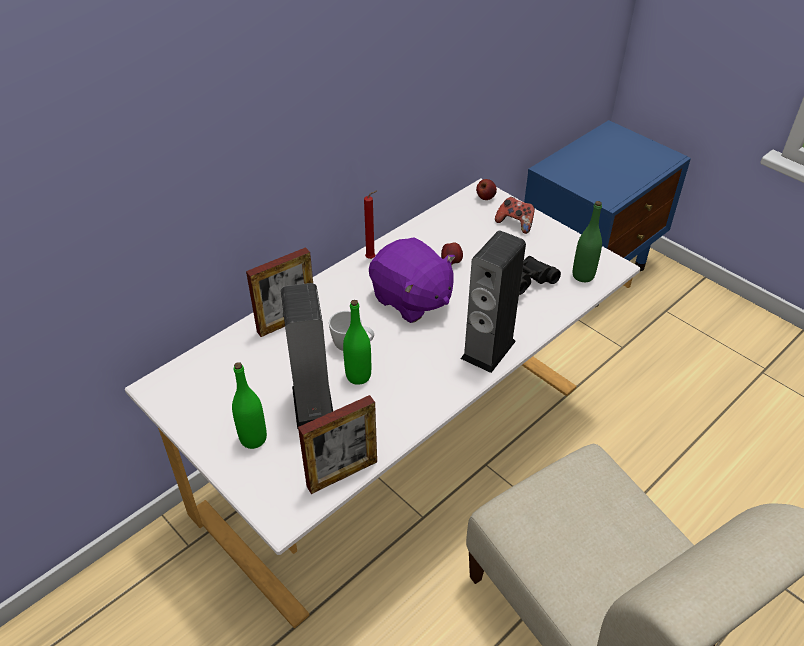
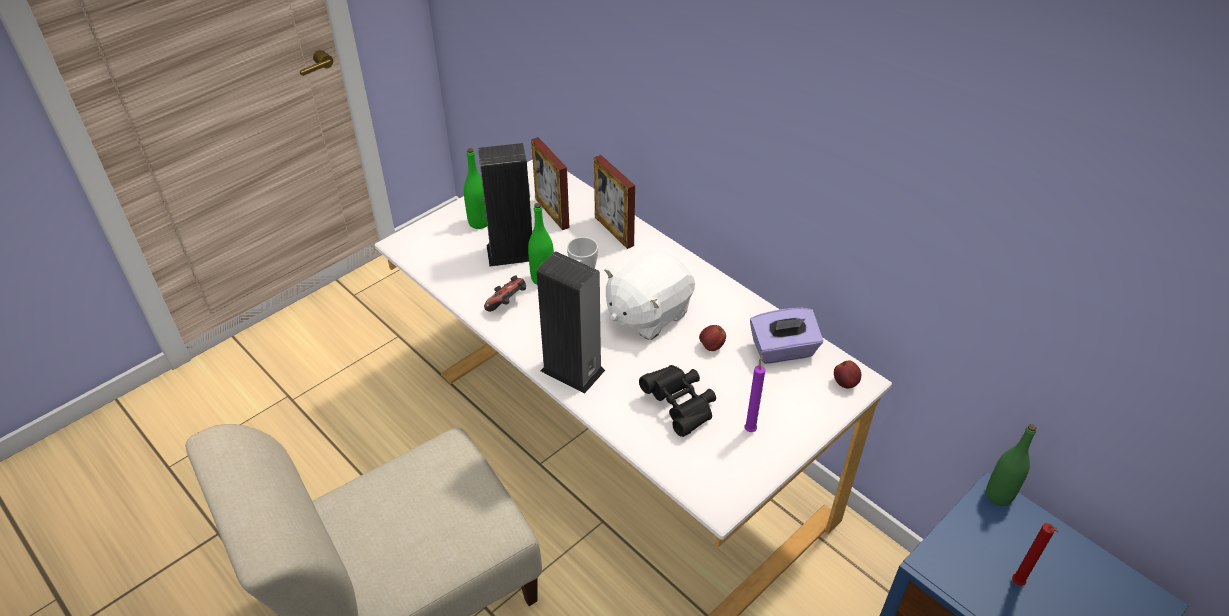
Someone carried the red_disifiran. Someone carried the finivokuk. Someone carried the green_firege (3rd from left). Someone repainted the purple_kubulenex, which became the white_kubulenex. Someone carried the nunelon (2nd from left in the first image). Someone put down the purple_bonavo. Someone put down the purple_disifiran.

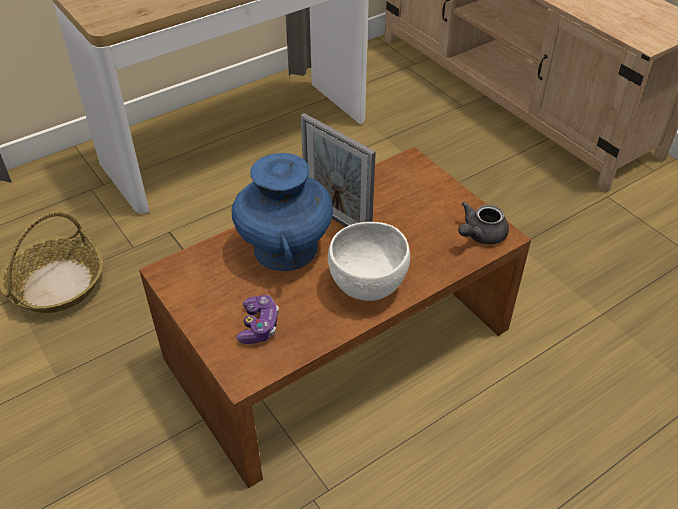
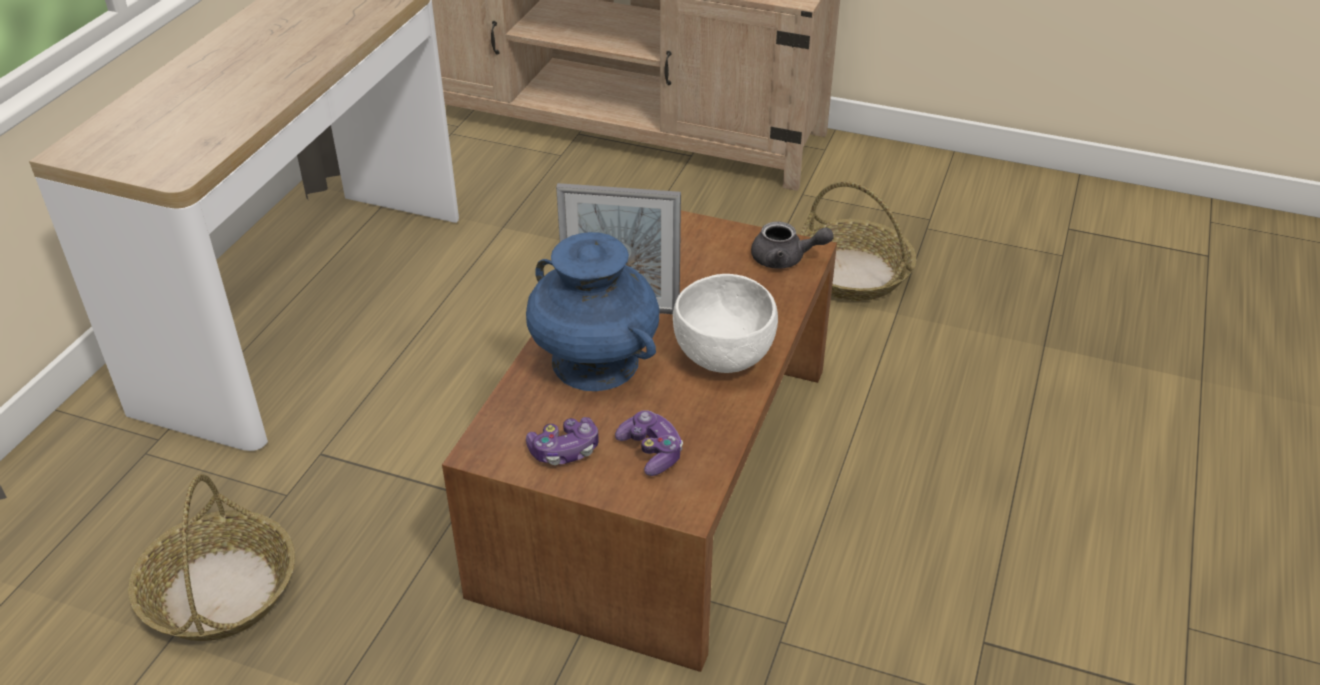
Someone rotated the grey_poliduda by 90 degrees counterclockwise. Someone put down the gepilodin (2nd from left). Someone put down the finivokuk (1st from left).

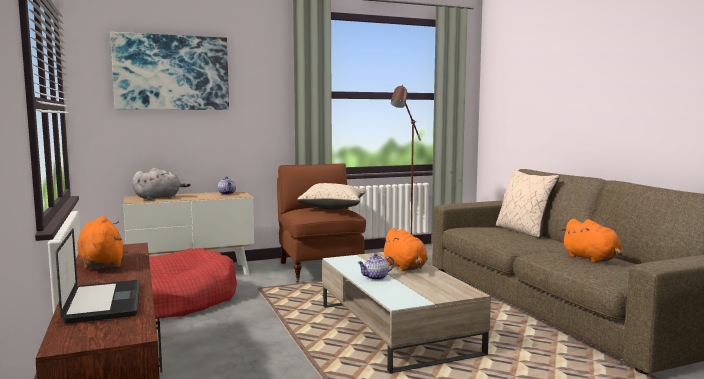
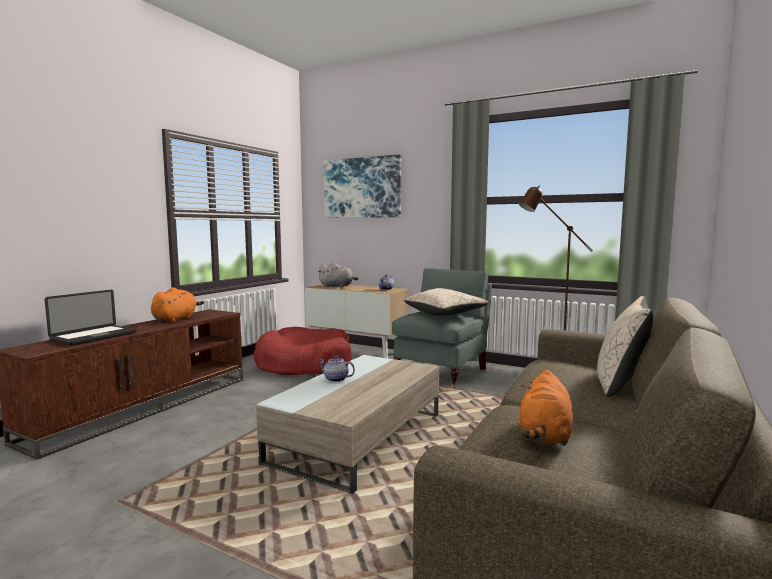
Someone repainted the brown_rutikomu, which became the grey_rutikomu. Someone took away the orange_kubulenex (2nd from left).

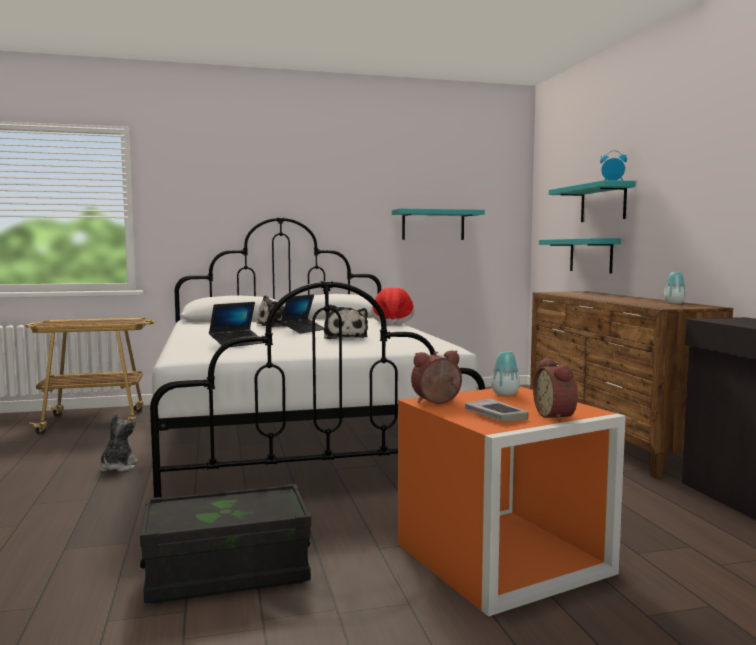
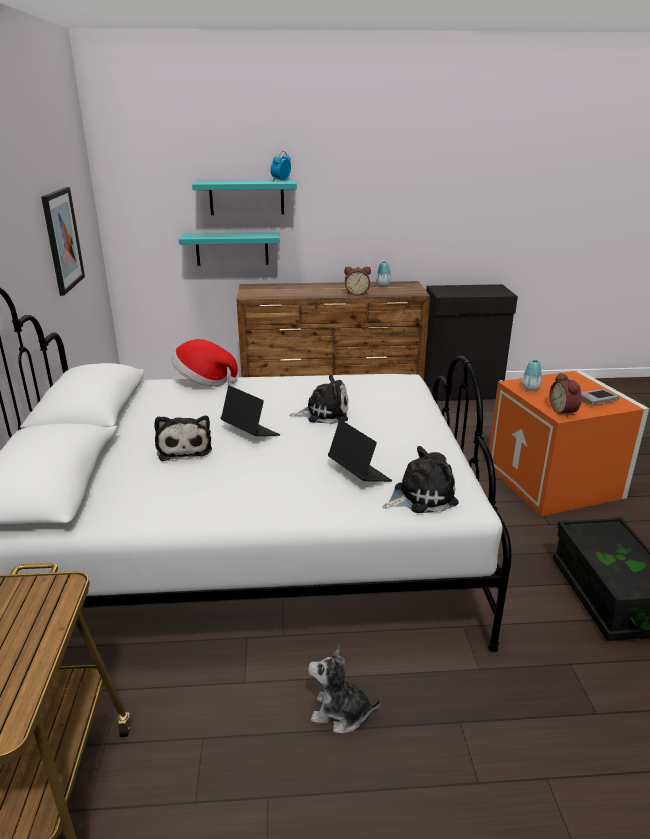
Someone swapped the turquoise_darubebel (1st from left) for the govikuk. Someone carried the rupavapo (2nd from left). Someone put down the kubulenex (4th from left).

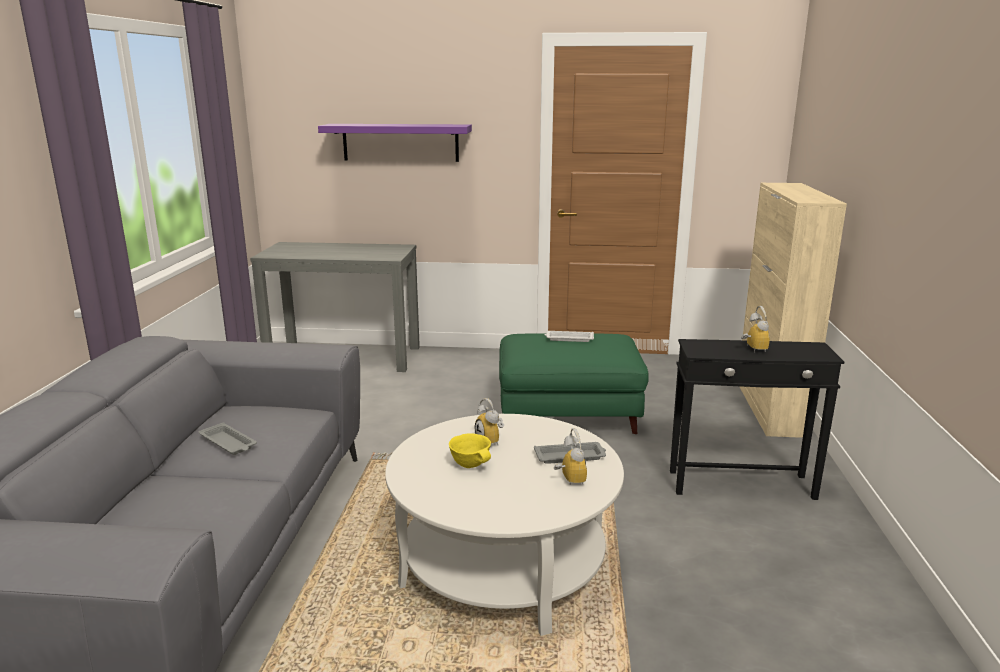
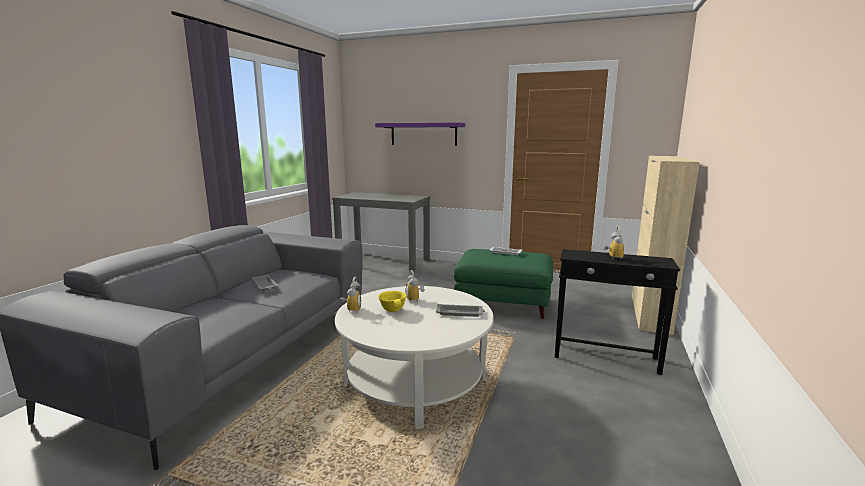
Someone carried the rupavapo (2nd from left in the first image).

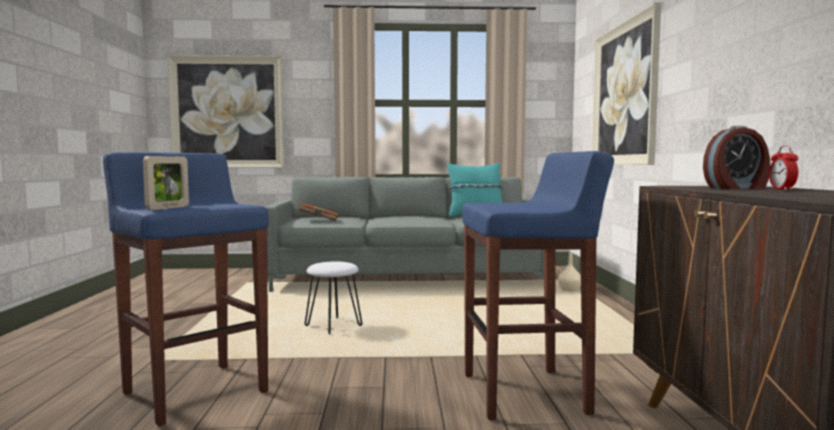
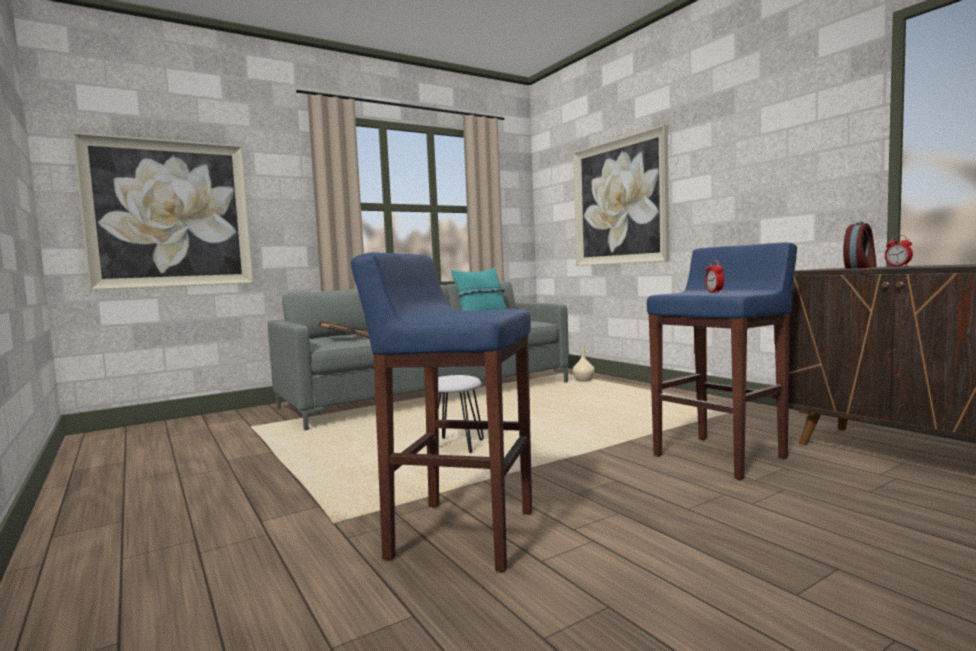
Someone took away the nunelon. Someone put down the rupavapo (1st from left).

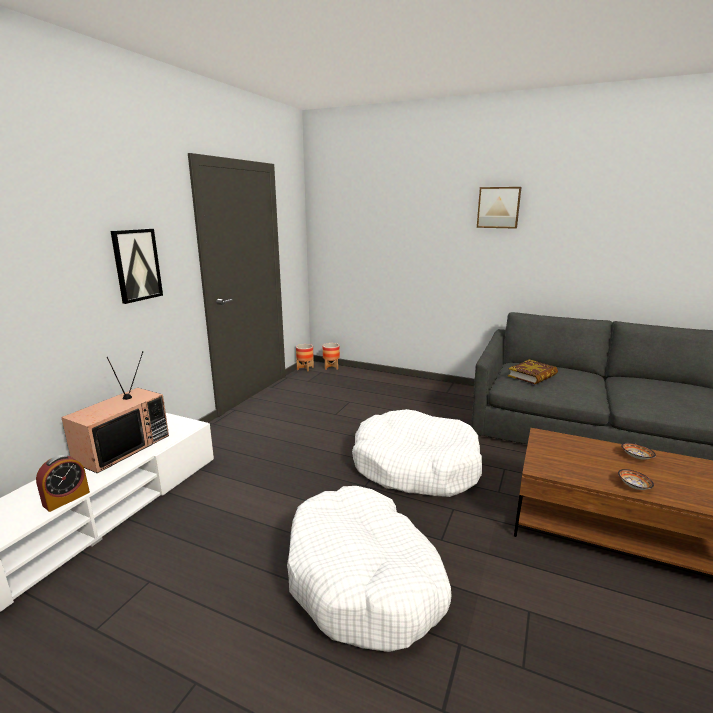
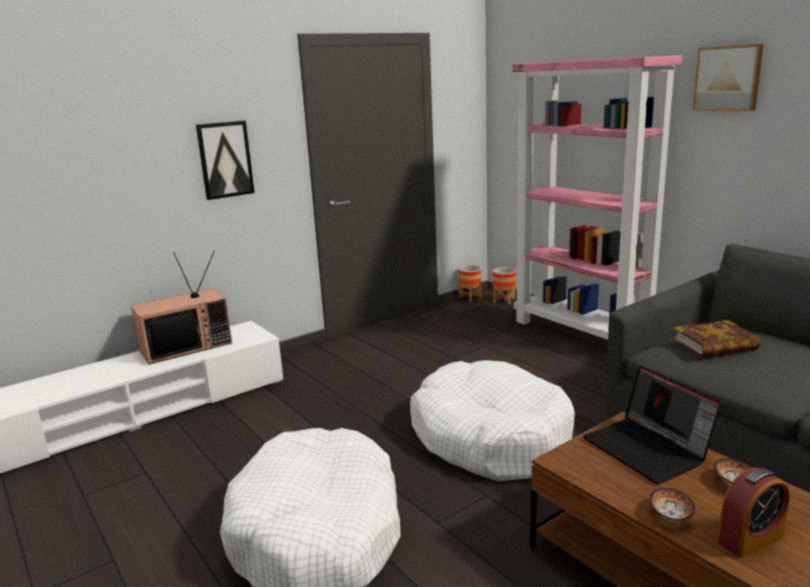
Someone carried the rupavapo. Someone put down the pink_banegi. Someone put down the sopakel.

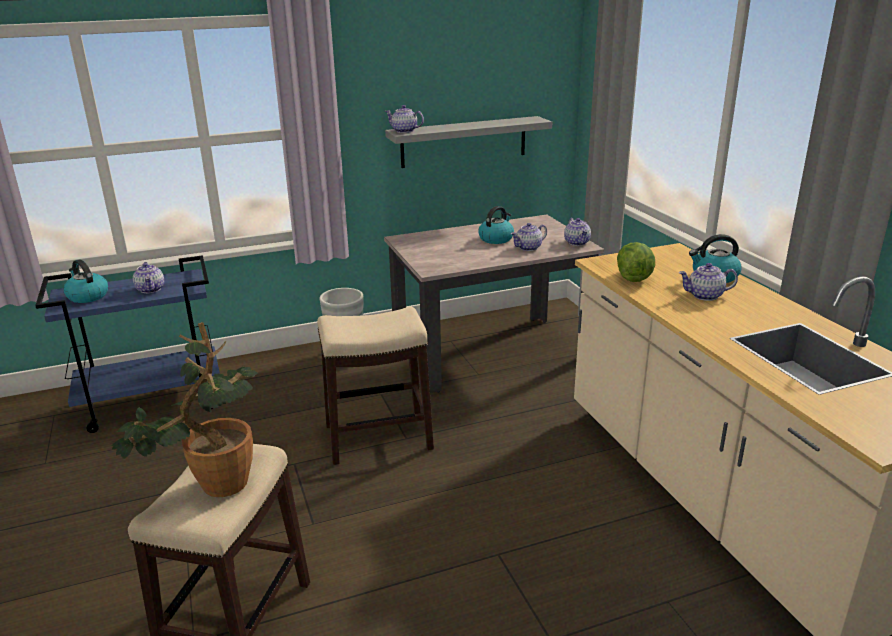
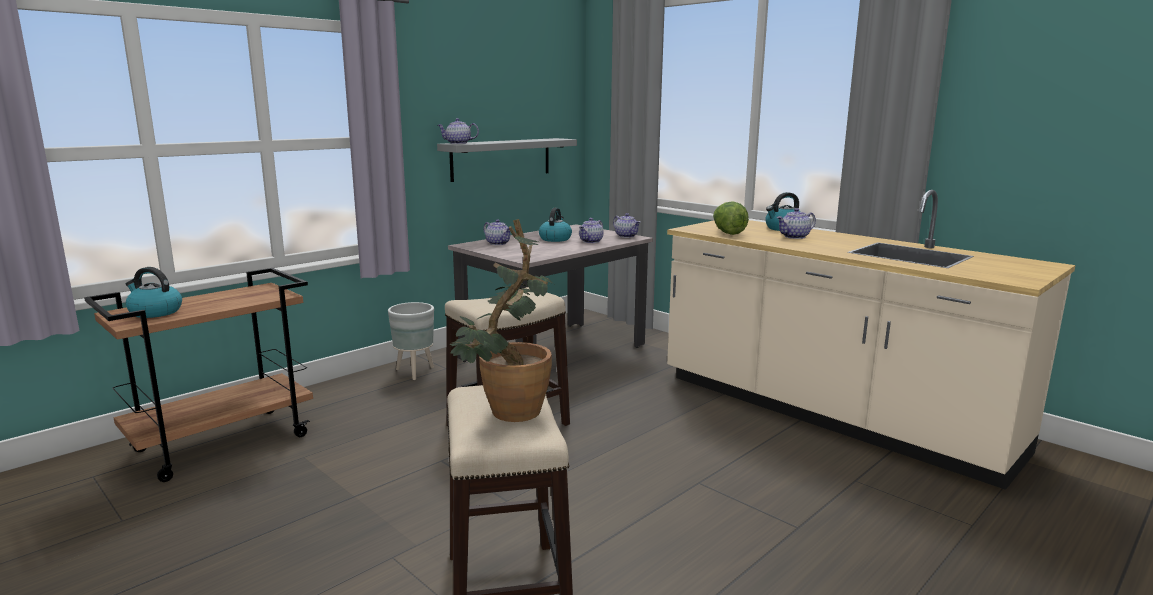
Someone repainted the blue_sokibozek, which became the brown_sokibozek. Someone carried the poliduda (1st from left in the first image).

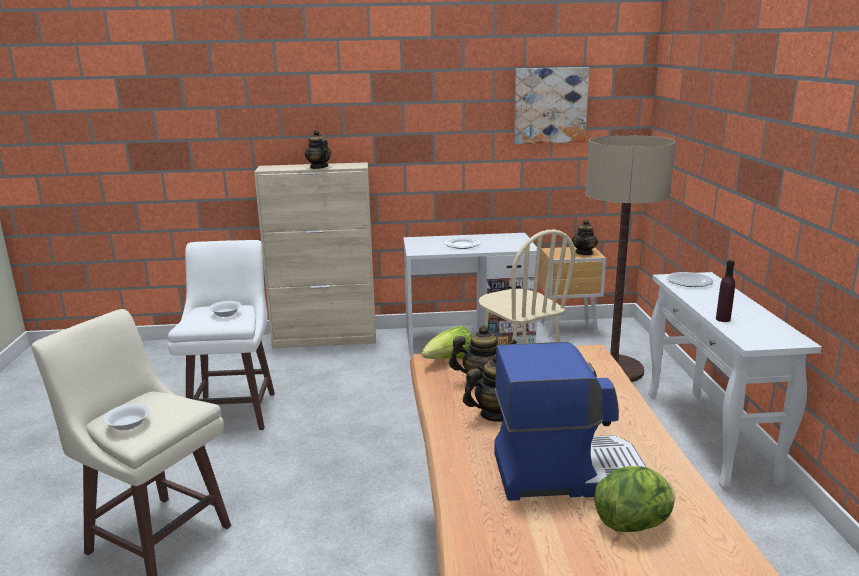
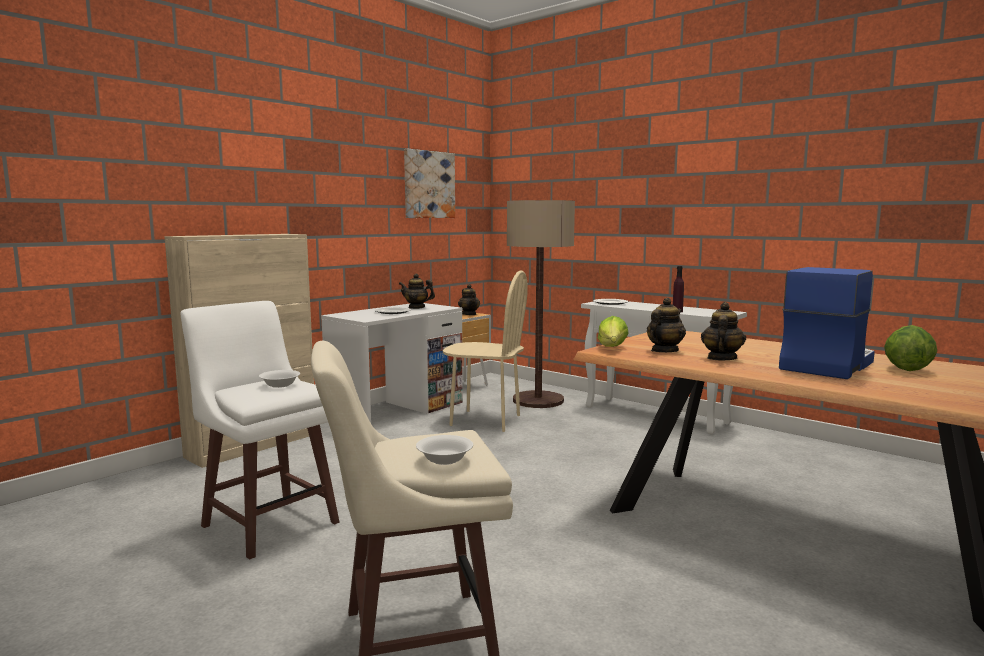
Someone carried the poliduda (1st from left).

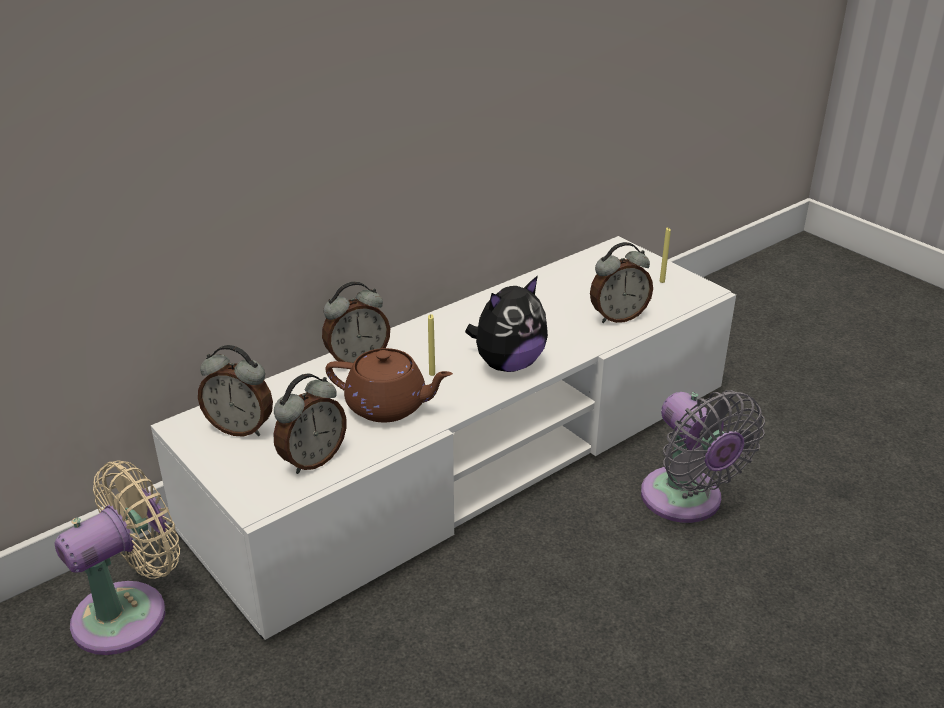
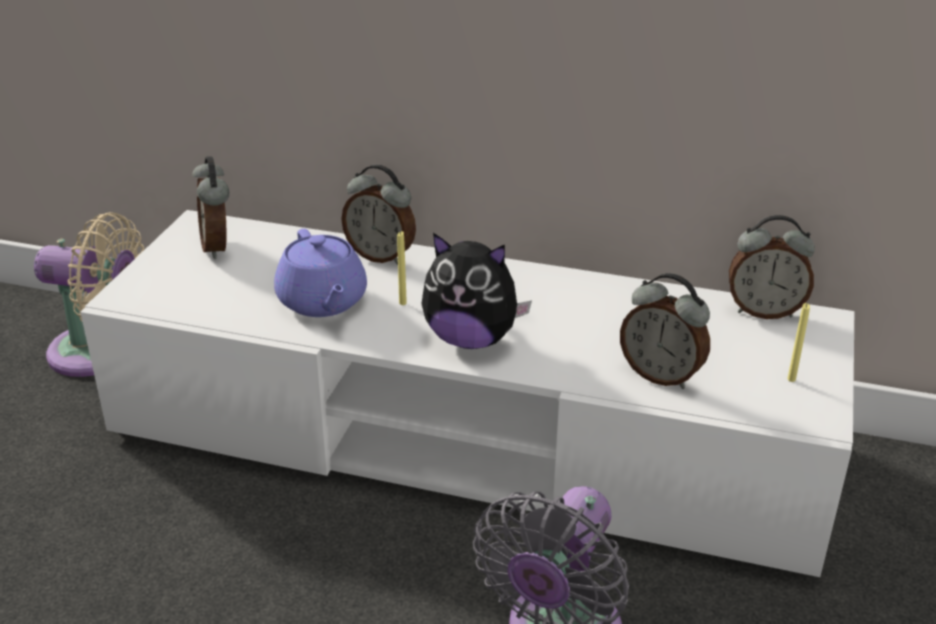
Someone repainted the brown_poliduda, which became the purple_poliduda. Someone carried the rupavapo (2nd from left in the first image).

